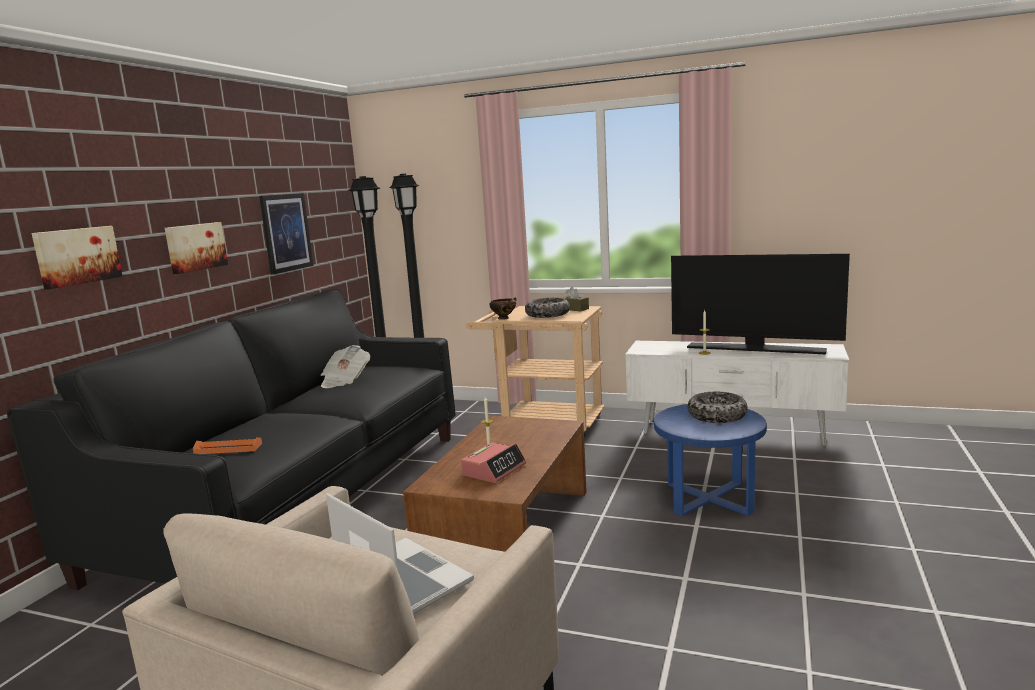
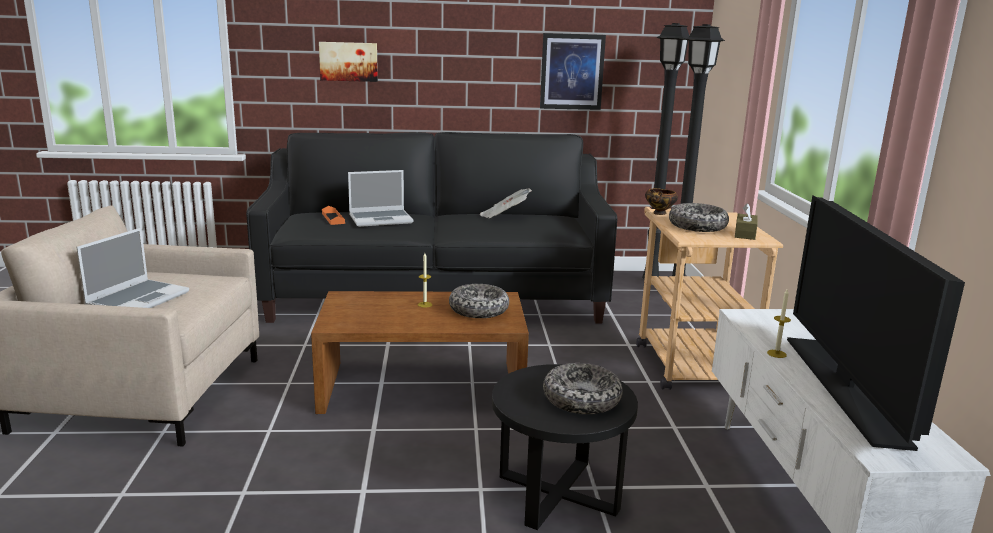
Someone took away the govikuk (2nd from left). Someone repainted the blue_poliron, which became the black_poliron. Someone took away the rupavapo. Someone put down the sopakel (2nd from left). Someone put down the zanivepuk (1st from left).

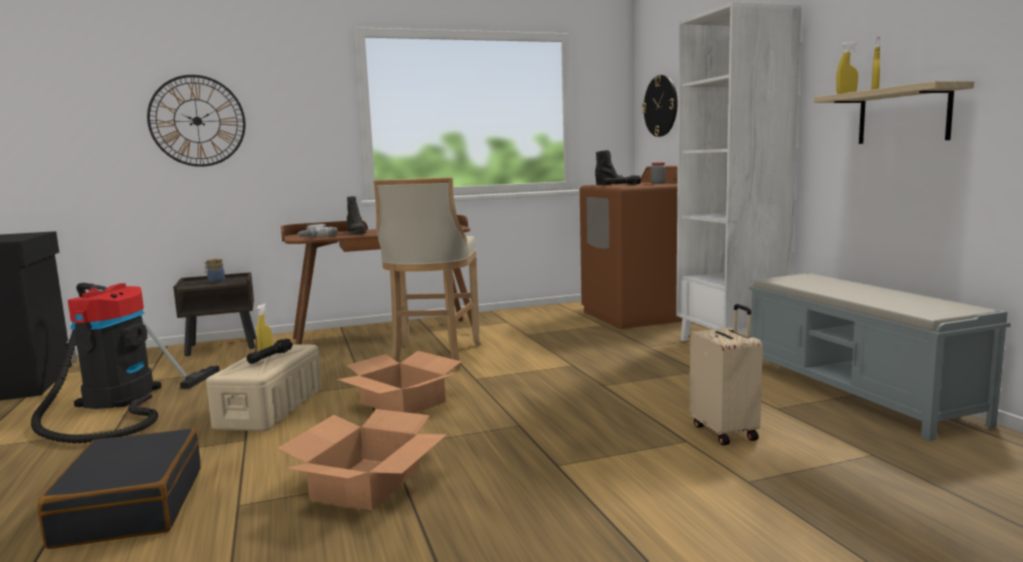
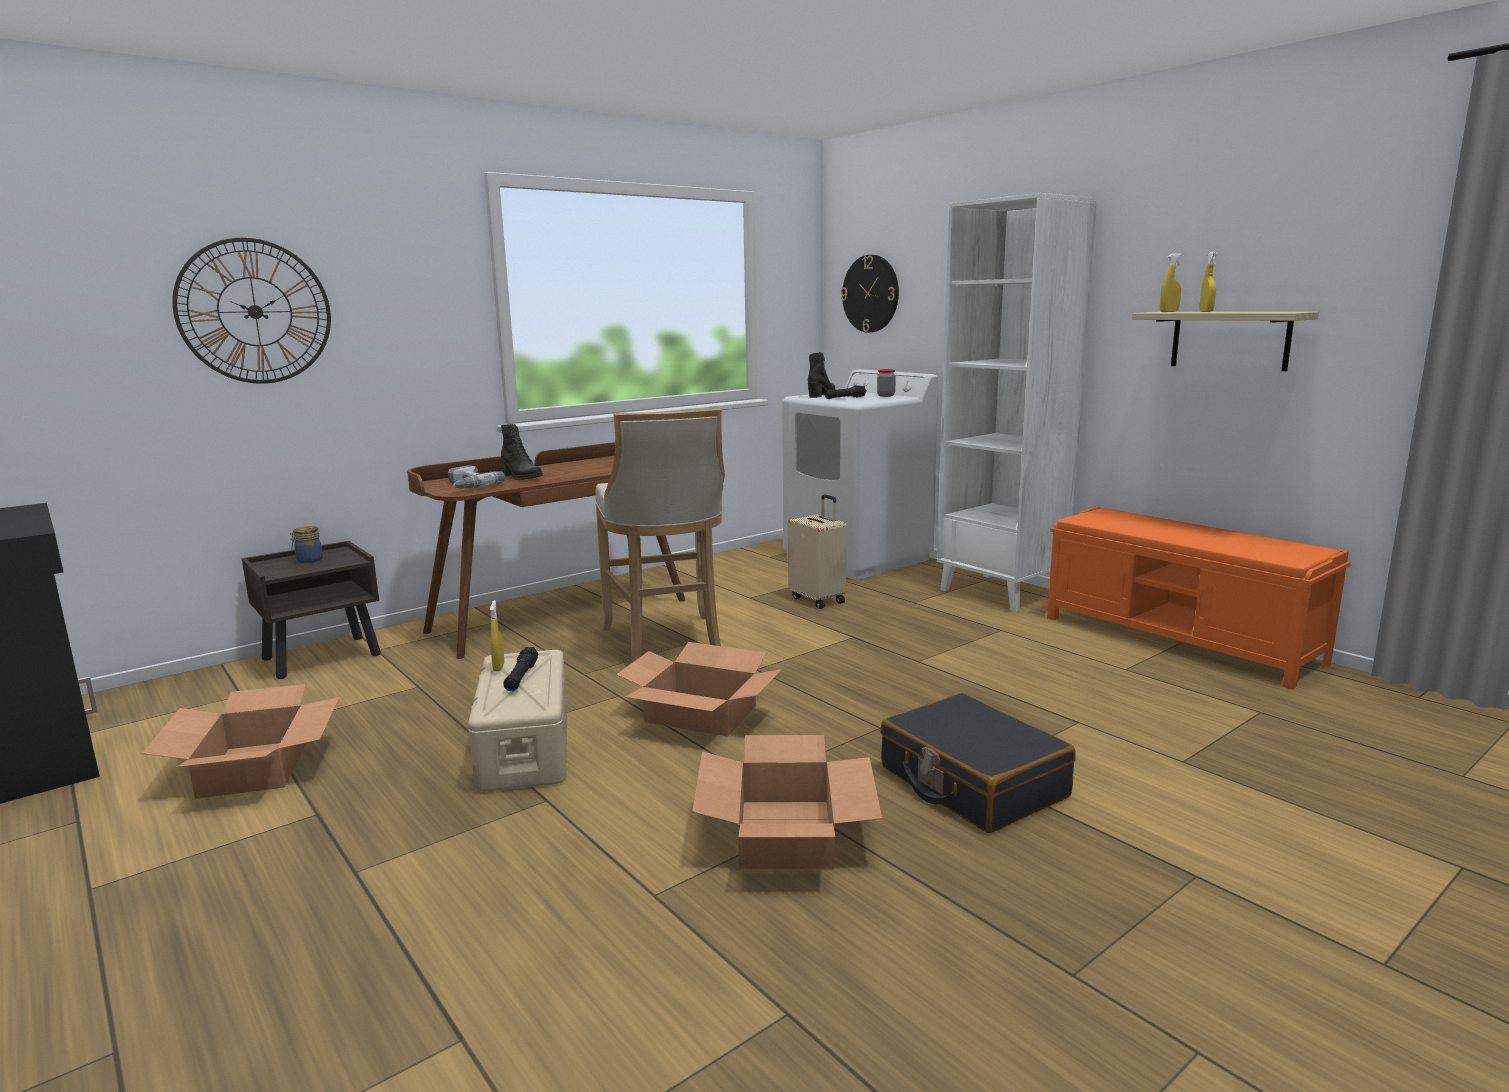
Someone repainted the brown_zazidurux, which became the white_zazidurux. Someone repainted the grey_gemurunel, which became the orange_gemurunel. Someone swapped the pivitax for the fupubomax (1st from left). Someone carried the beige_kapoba. Someone carried the black_kapoba.

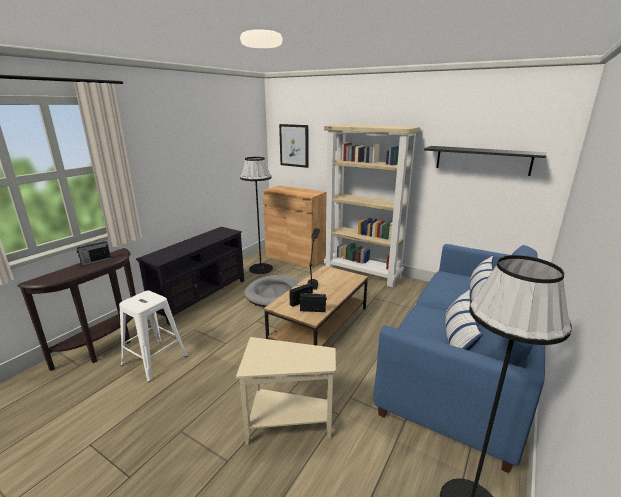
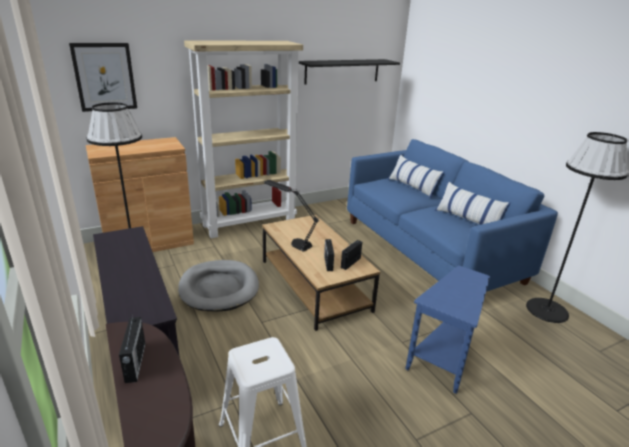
Someone repainted the beige_poliron, which became the blue_poliron.

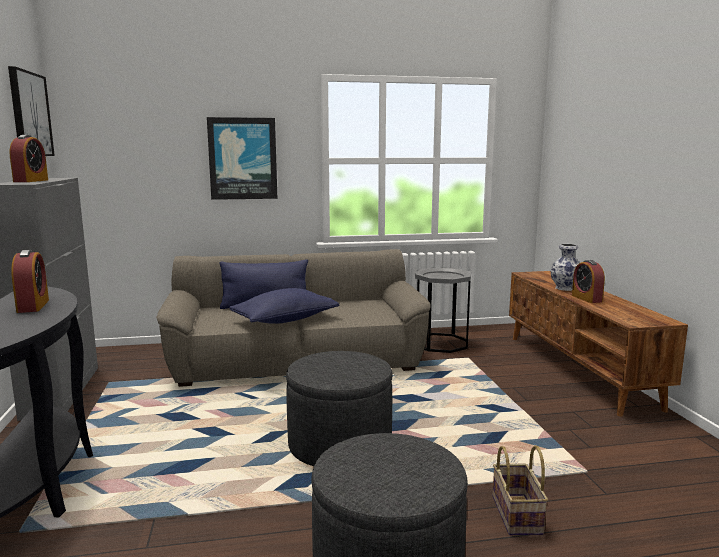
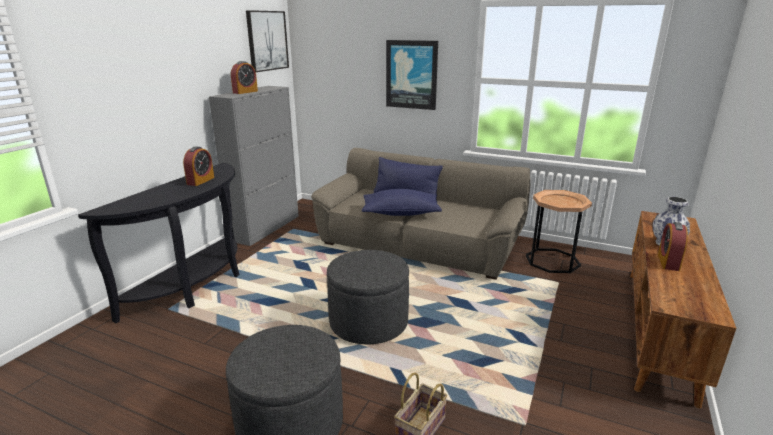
Someone repainted the grey_poliron, which became the brown_poliron.

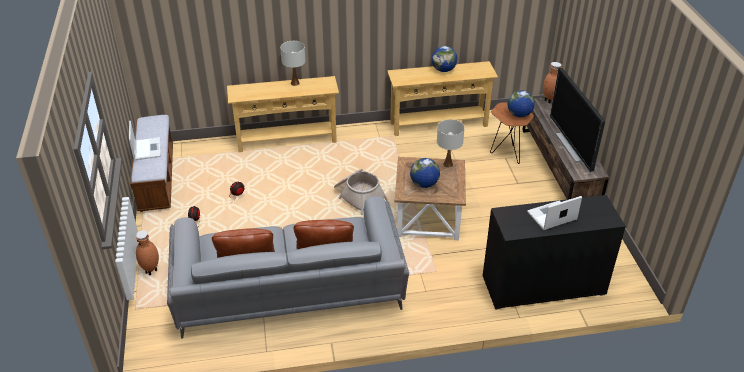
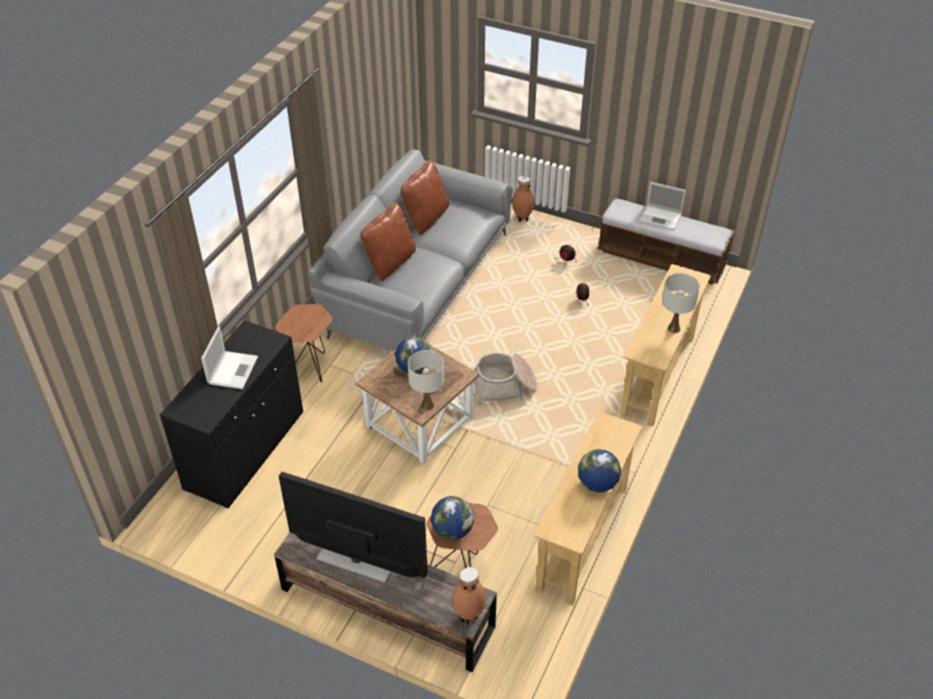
Someone put down the brown_poliron (1st from left).

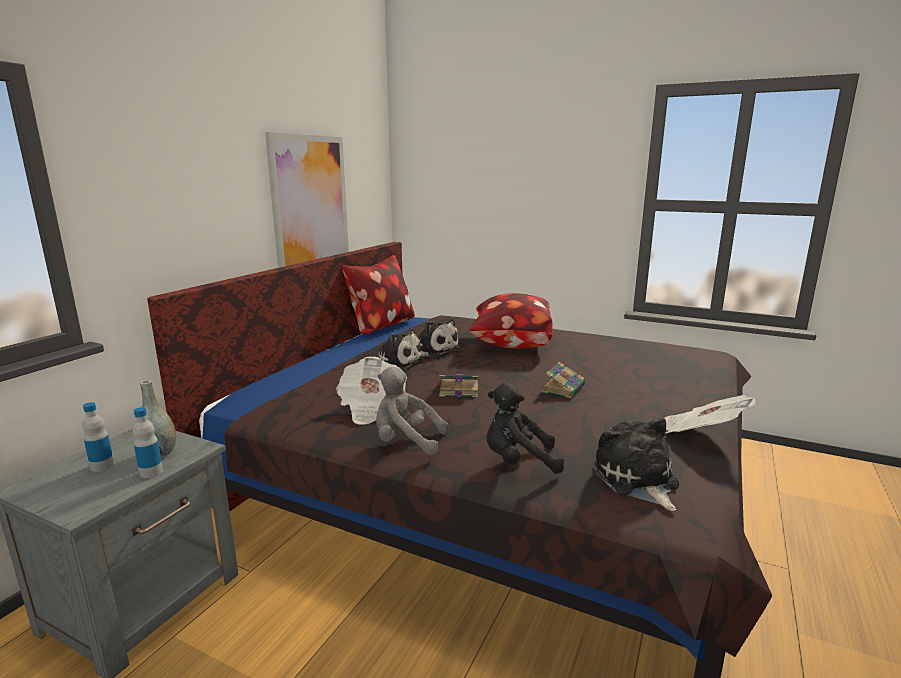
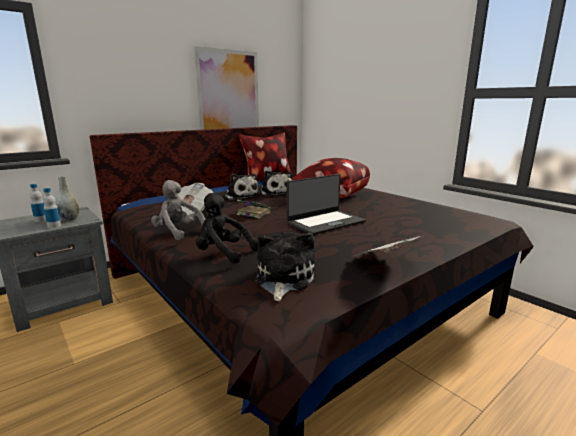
Someone swapped the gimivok (2nd from left) for the sopakel.

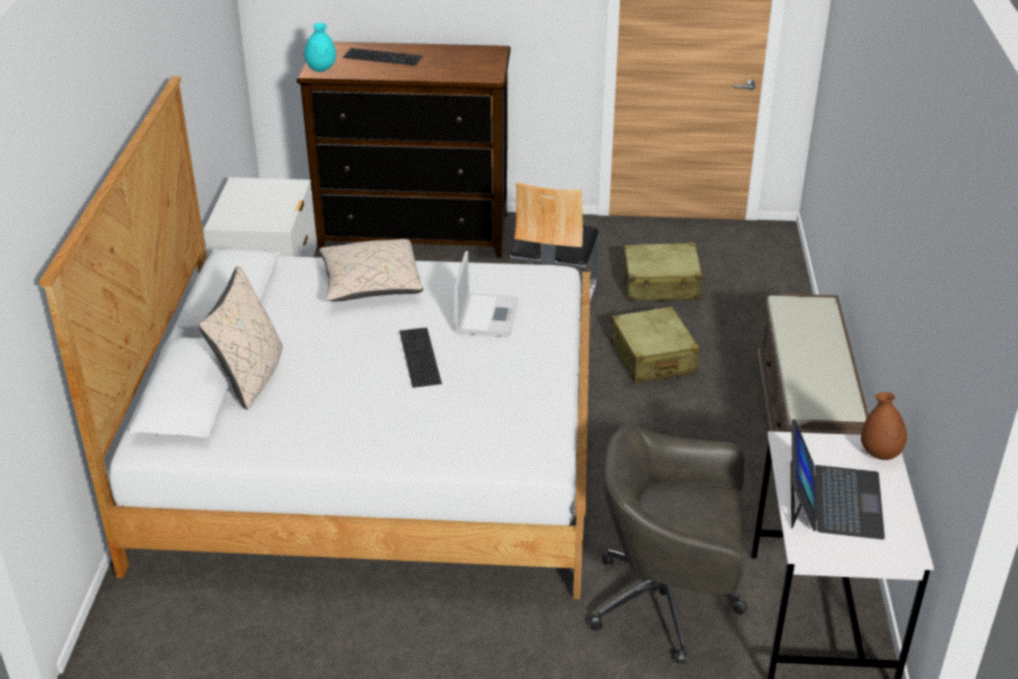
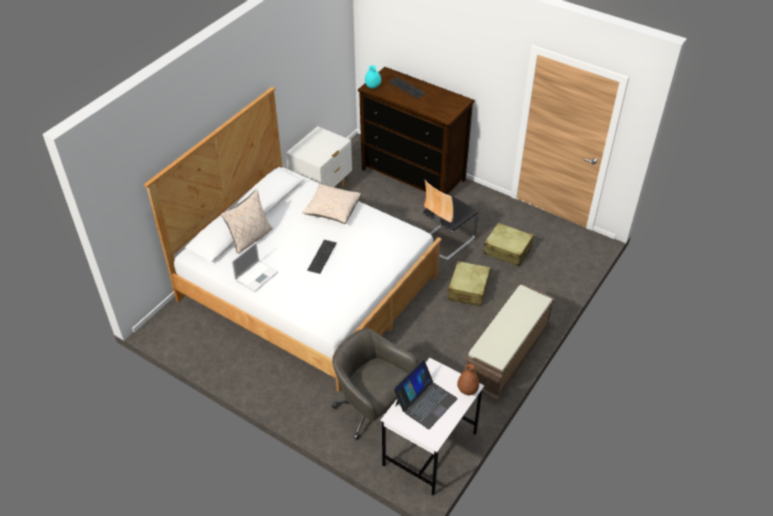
Someone carried the sopakel (1st from left).

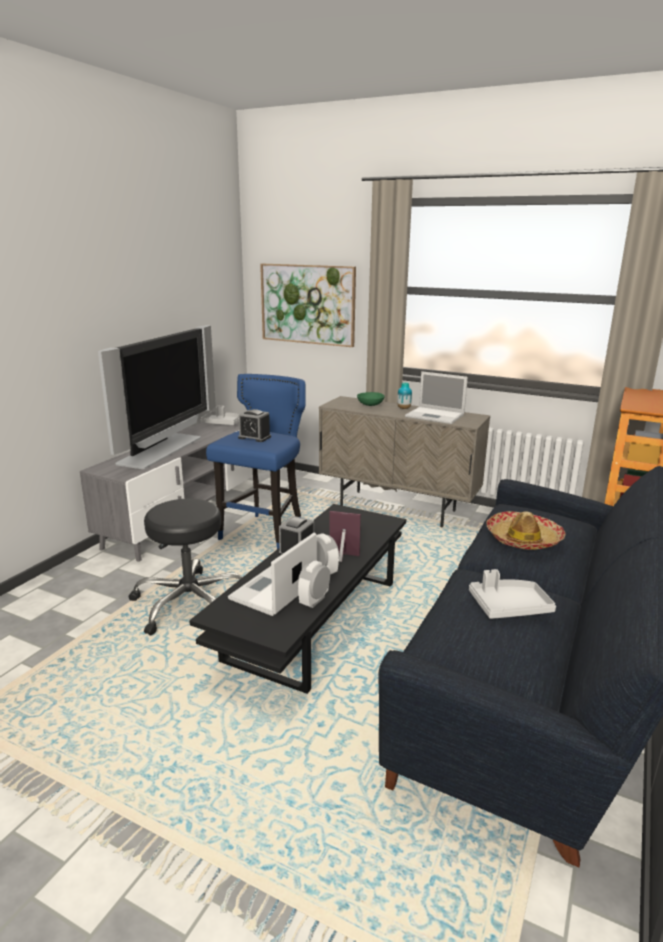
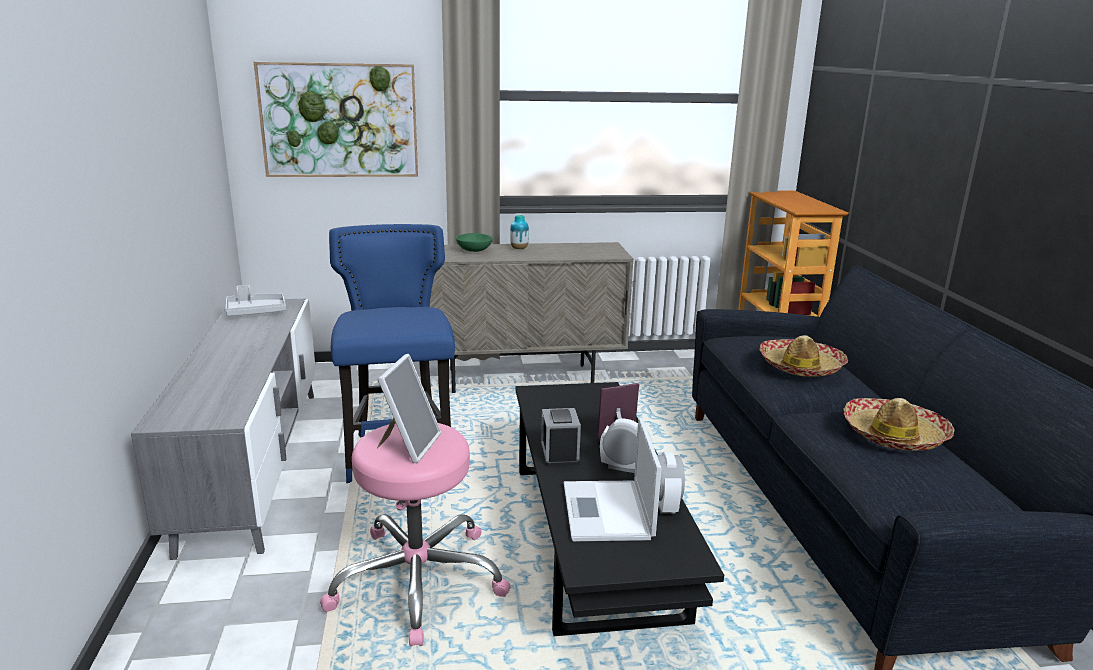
Someone took away the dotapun. Someone took away the sopakel (2nd from left). Someone took away the rupavapo (1st from left). Someone repainted the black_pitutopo, which became the pink_pitutopo. Someone swapped the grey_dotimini (2nd from left) for the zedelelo (2nd from left). Someone put down the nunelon (1st from left).

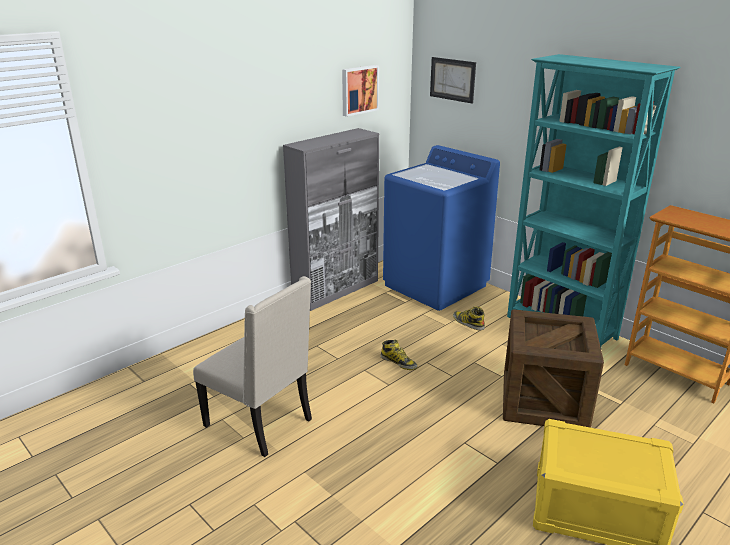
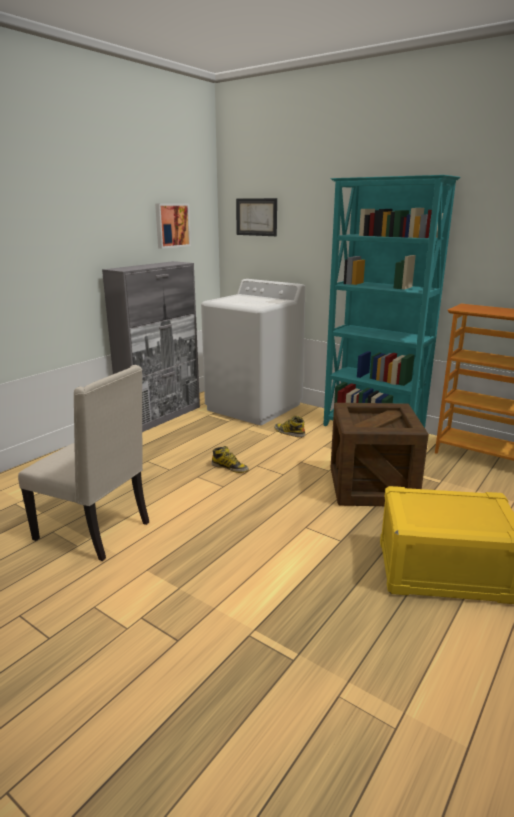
Someone repainted the blue_zazidurux, which became the white_zazidurux.

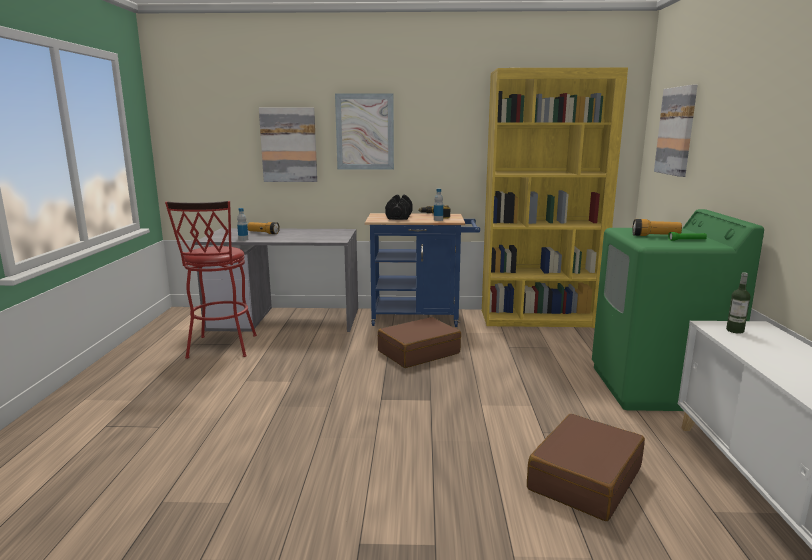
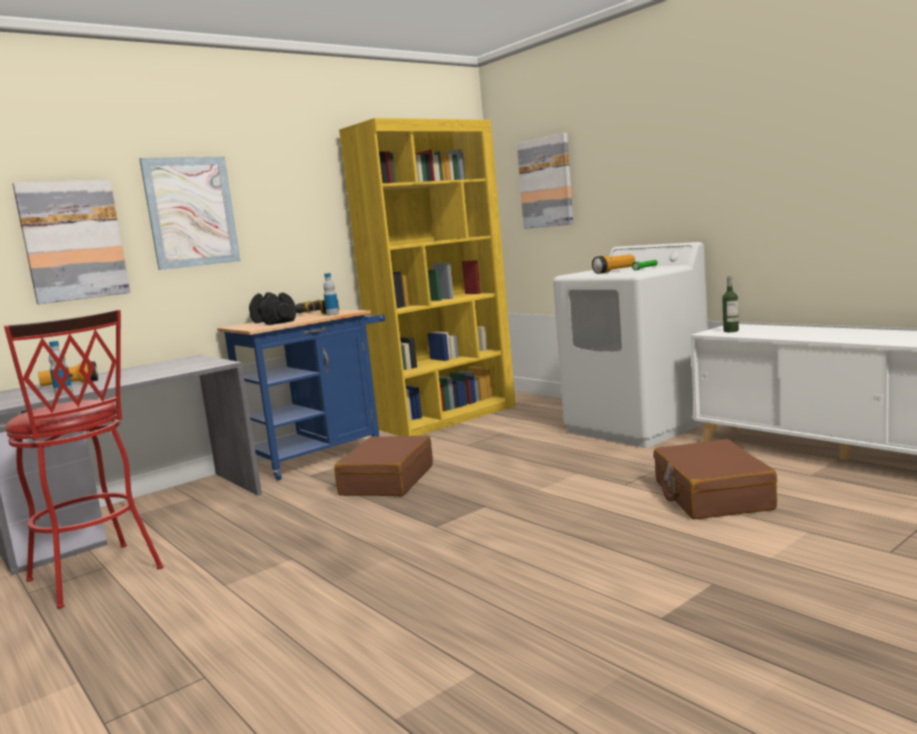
Someone repainted the green_zazidurux, which became the white_zazidurux.

